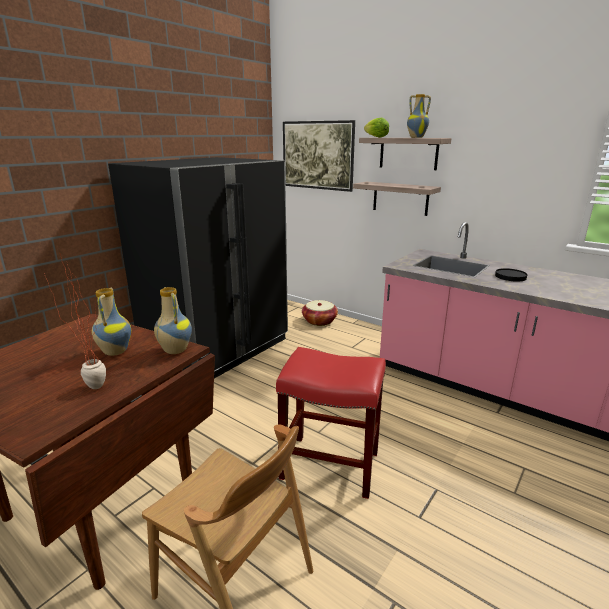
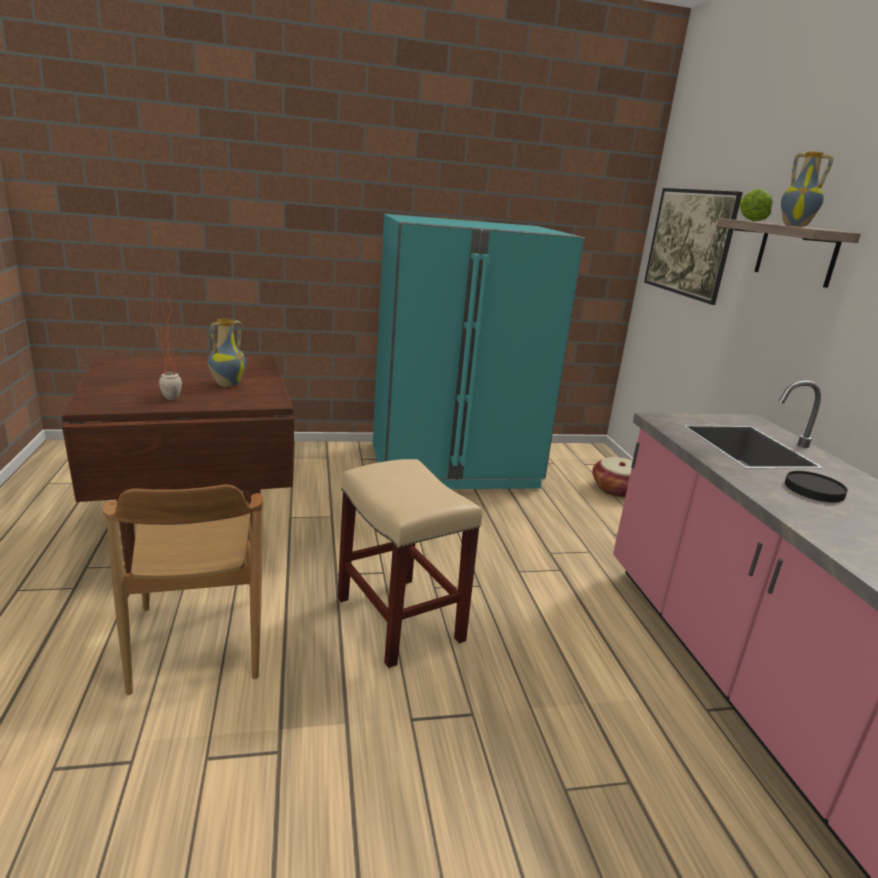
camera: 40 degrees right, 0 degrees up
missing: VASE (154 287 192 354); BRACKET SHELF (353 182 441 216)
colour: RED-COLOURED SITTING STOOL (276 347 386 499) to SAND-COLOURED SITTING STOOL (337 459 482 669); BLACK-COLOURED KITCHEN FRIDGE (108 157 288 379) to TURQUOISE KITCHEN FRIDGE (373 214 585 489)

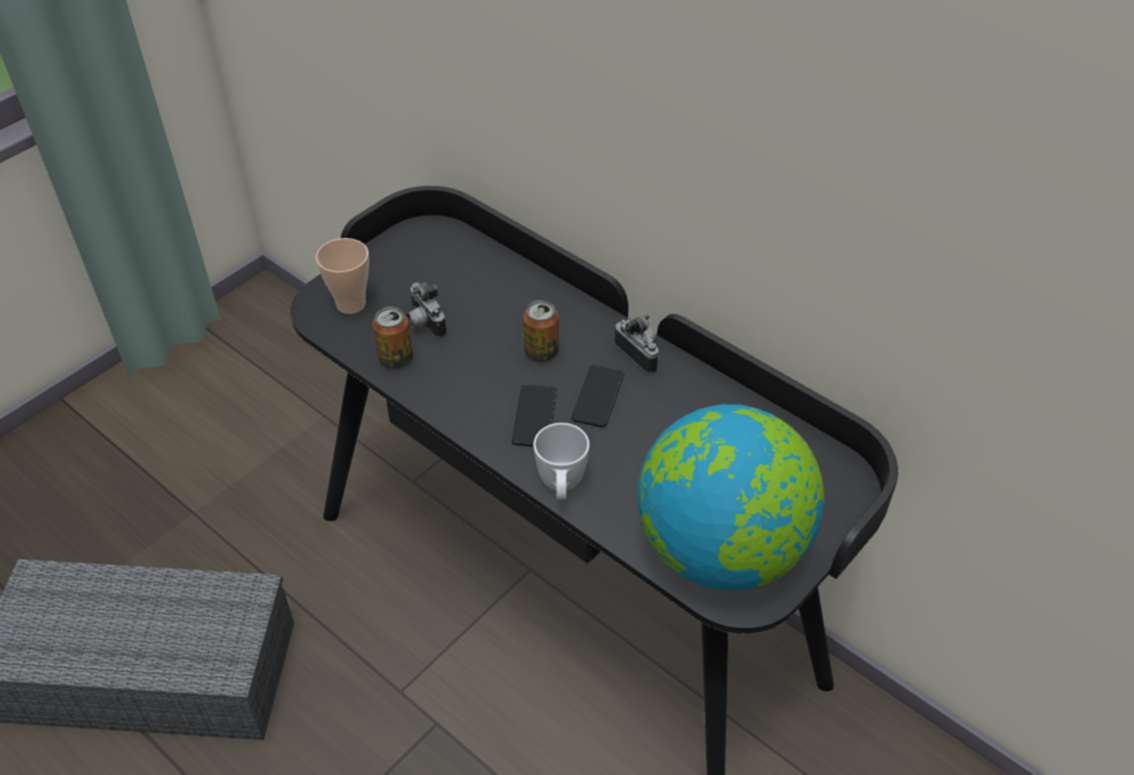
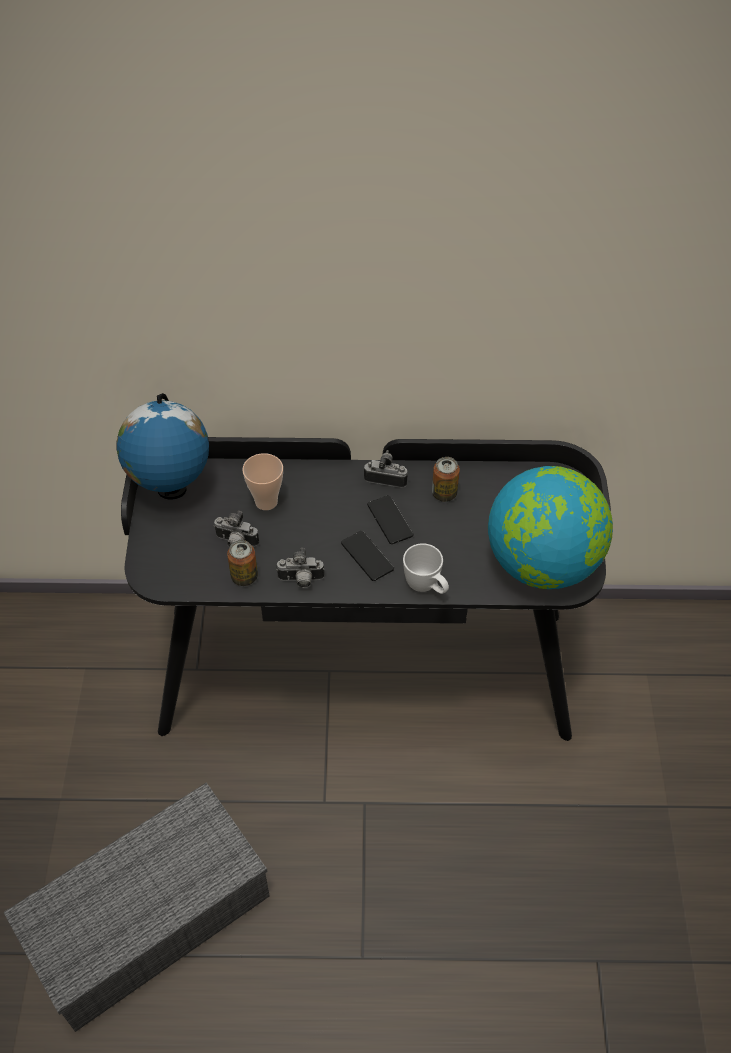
camera: 40 degrees left, 5 degrees up
appeared: GLOBE (117 393 209 499); PHOTO CAMERA (276 548 325 588)
relocated: SMALL CUP (316 238 369 314) to (242 453 283 510); SEALED CAN (523 300 559 362) to (432 457 460 502)

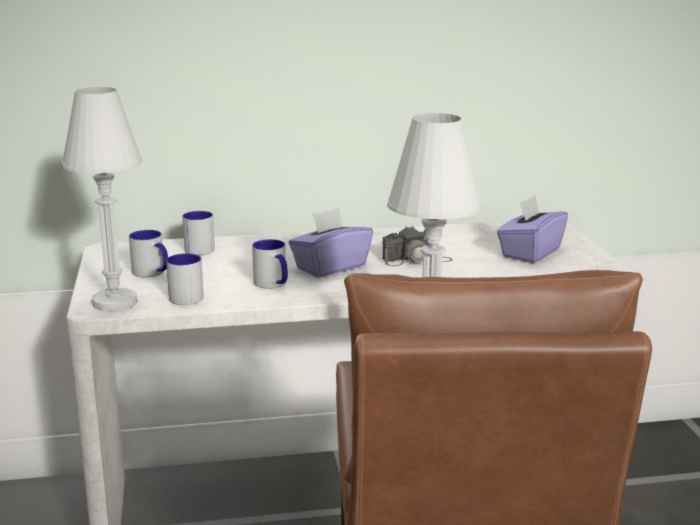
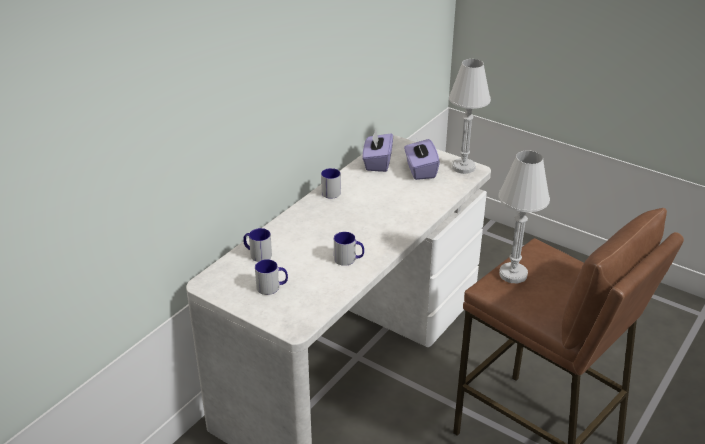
camera: 45 degrees left, 15 degrees up
missing: PHOTO CAMERA (382 226 453 266)
relocated: MUG (166 253 204 305) to (321 168 341 199); PURPLE-COLOURED TISSUE BOX (288 208 373 278) to (363 129 393 172); WHITISH TABLETOP LAMP (62 87 142 312) to (449 59 491 174)

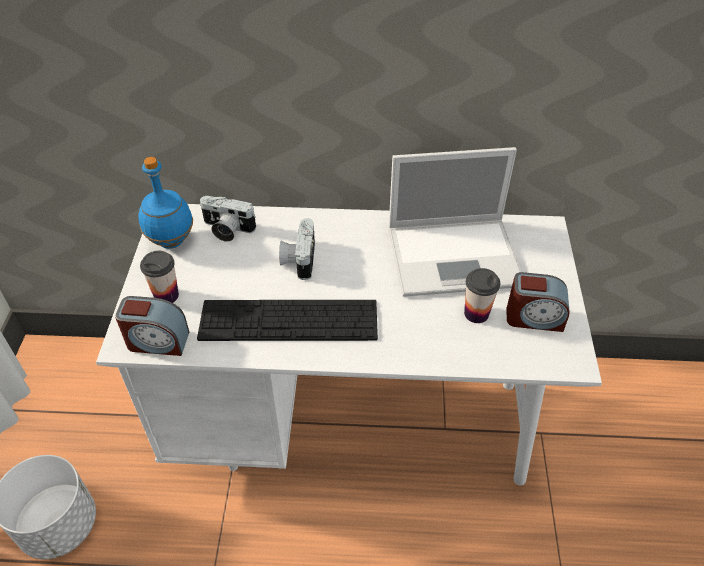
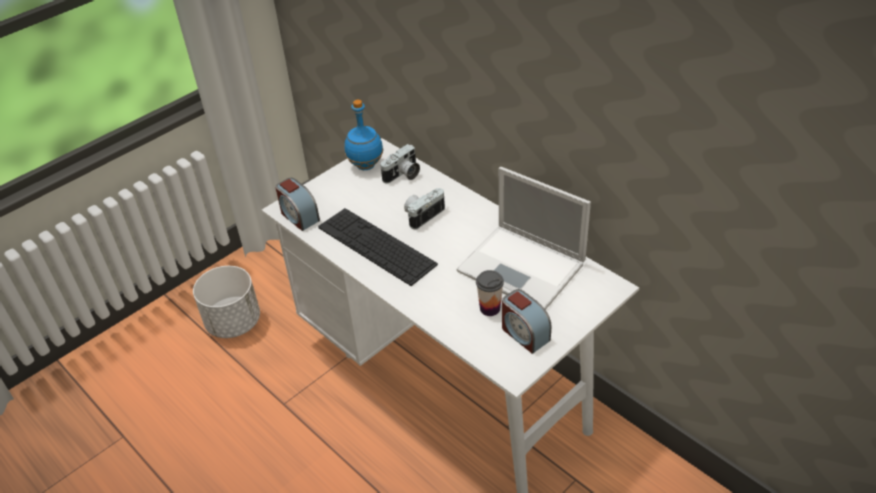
camera: 45 degrees right, 5 degrees down
missing: SMALL CUP (140 251 179 303)
spun: PHOTO CAMERA (200 196 256 242) = (380 144 420 184) 105 degrees counterclockwise

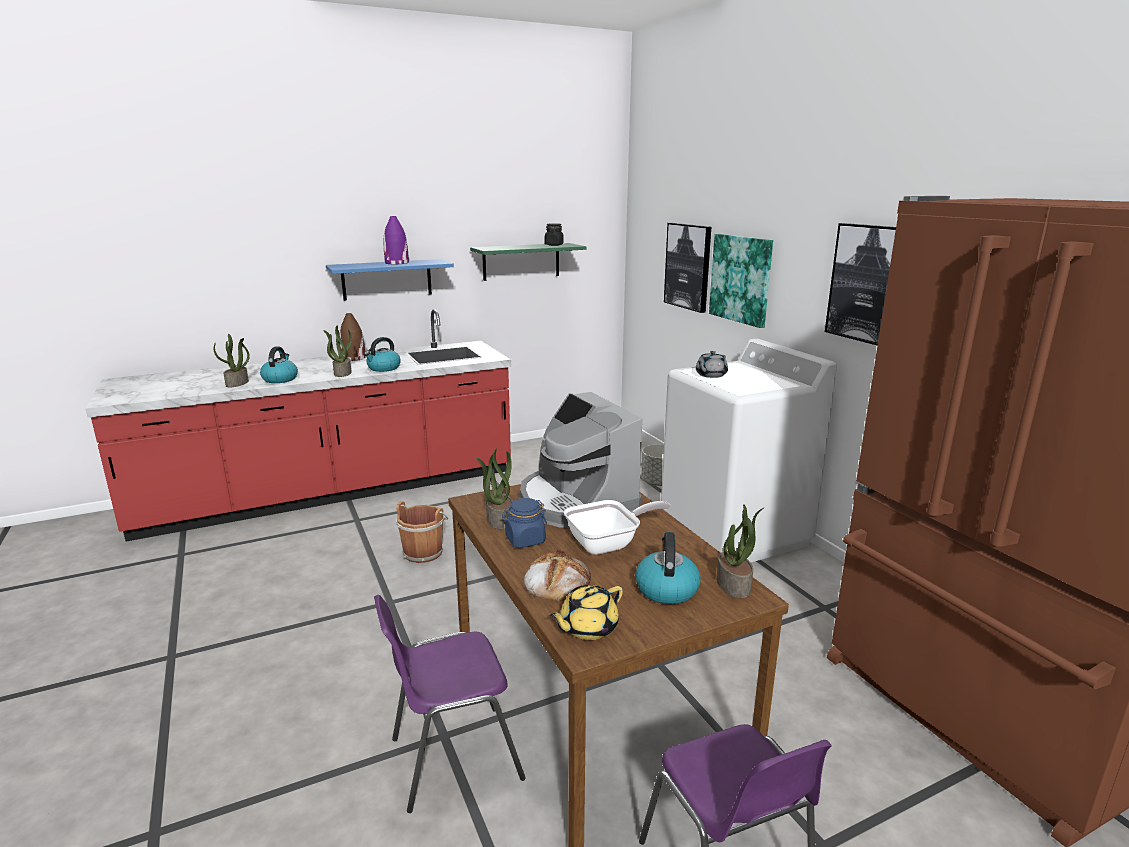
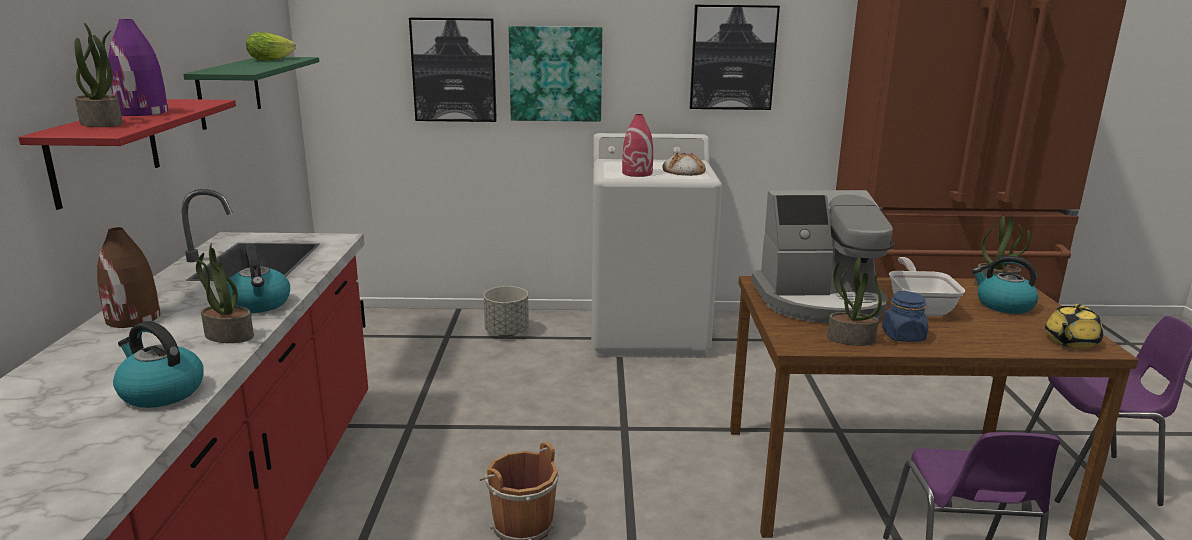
camera: 65 degrees left, 0 degrees up
relocated: POTTED PLANT (214 334 250 387) to (74 23 123 127); BAKERY BREAD (524 549 591 601) to (663 151 706 176)
exchanged: BLACK-COLOURED PRESERVE JAR (544 223 564 246) to LETTUCE HEAD (246 32 296 61); GREY POT FOR TEA (696 351 728 378) to RED-COLOURED VASE (622 114 653 177)
colour: BLUE BRACKET SHELF (326 259 454 301) to RED-COLOURED BRACKET SHELF (18 99 236 210)
spun: YELLOW POT FOR TEA (550 585 623 640) = (1045 304 1103 348) 60 degrees clockwise

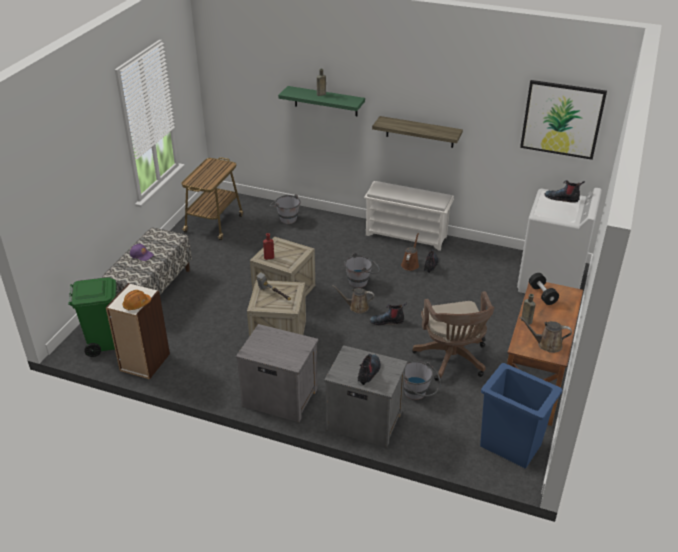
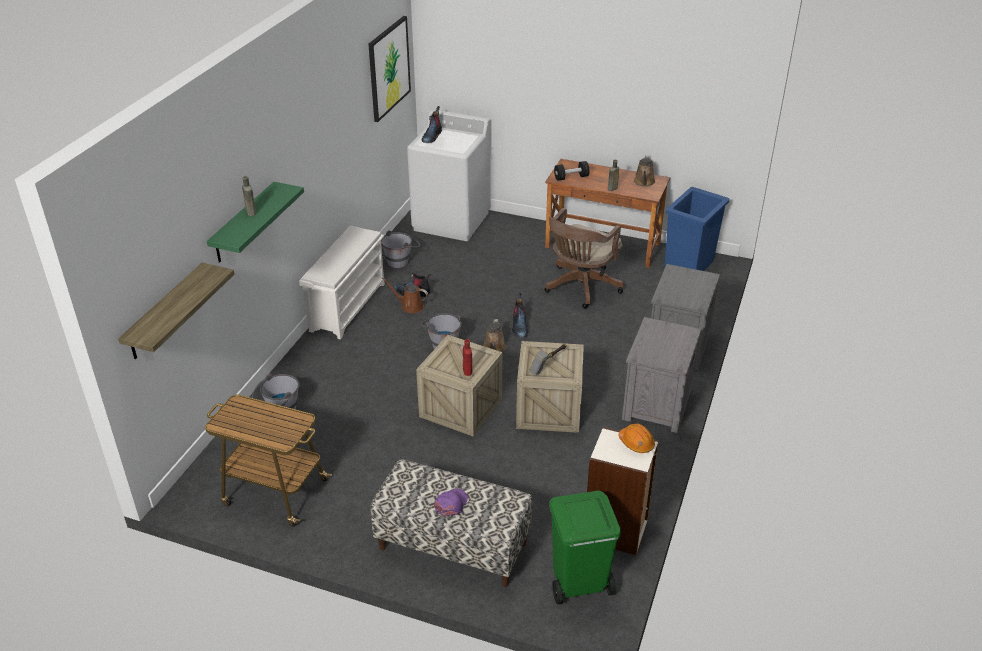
camera: 90 degrees left, 0 degrees up
missing: BOOT (358 354 381 385)
relocated: BRACKET SHELF (372 116 463 148) to (118 263 234 359); GREY PAIL (404 361 441 400) to (381 231 420 268)
spun: BROWNISH DESK CHAIR (412 291 495 381) = (544 208 624 309) 135 degrees clockwise

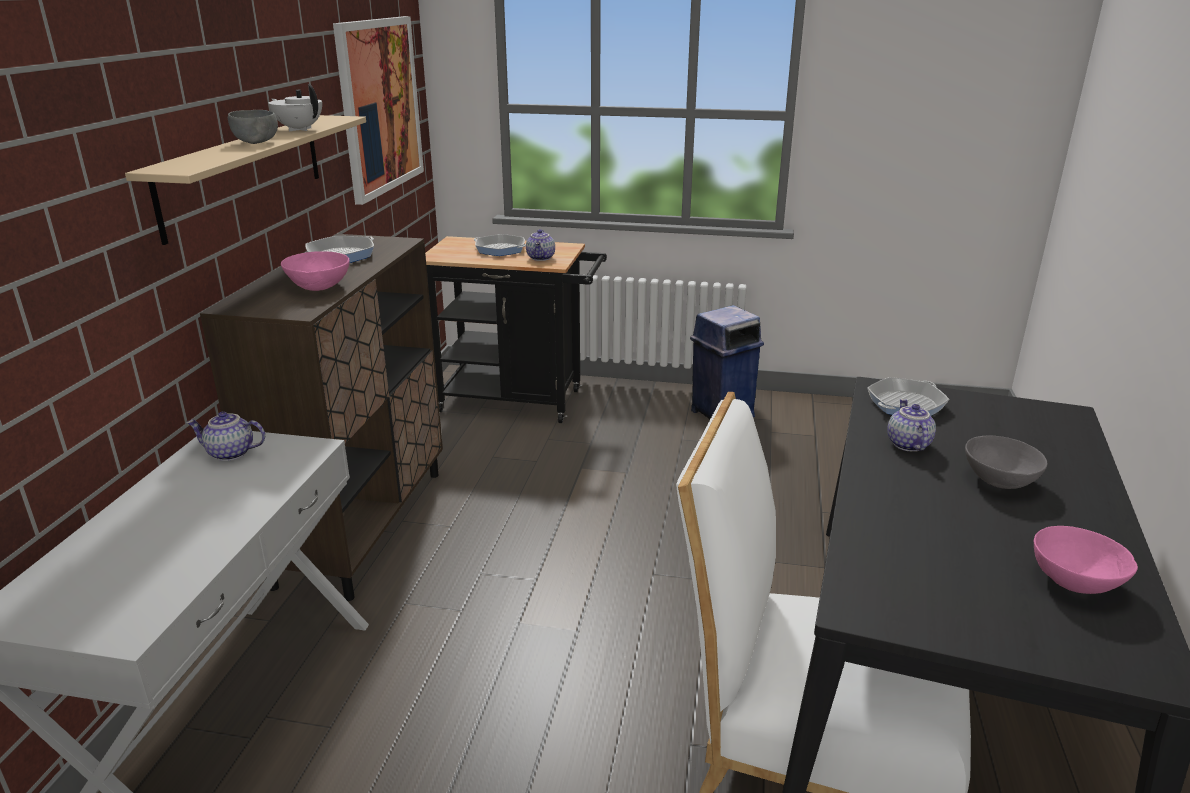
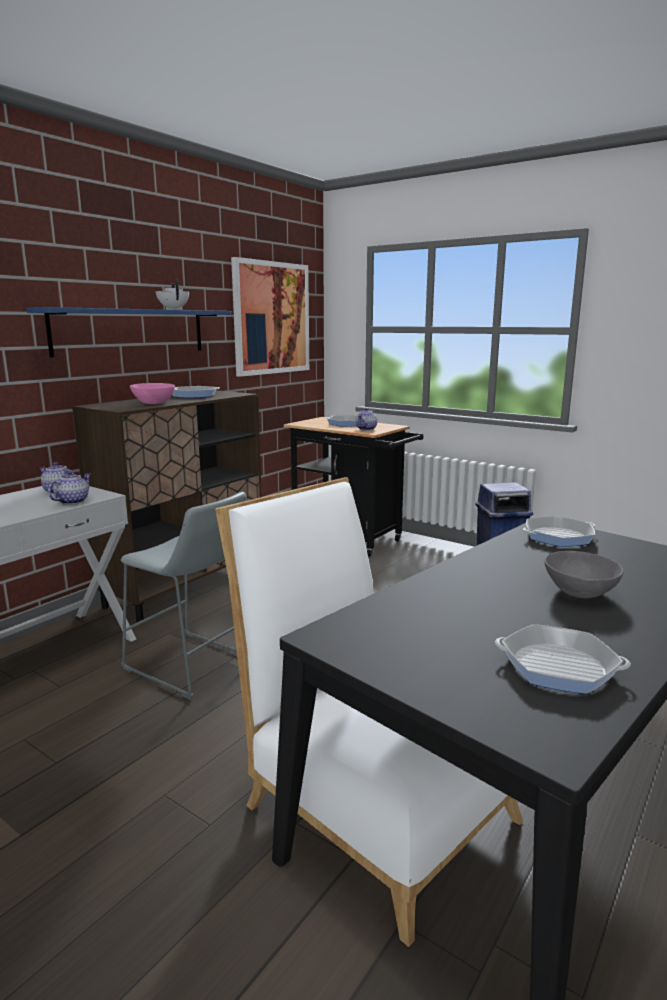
camera: 25 degrees right, 10 degrees down
missing: GREY SERVING BOWL (228 110 278 144)
appeared: GREY SITTING STOOL (121 492 247 700)
relocated: POT FOR TEA (887 399 936 452) to (48 471 91 505)
exchanged: PINK-COLOURED SERVING BOWL (1034 526 1138 594) to SKILLET (495 624 631 694)
colour: SAND-COLOURED BRACKET SHELF (125 115 366 245) to BLUE BRACKET SHELF (26 307 232 357)

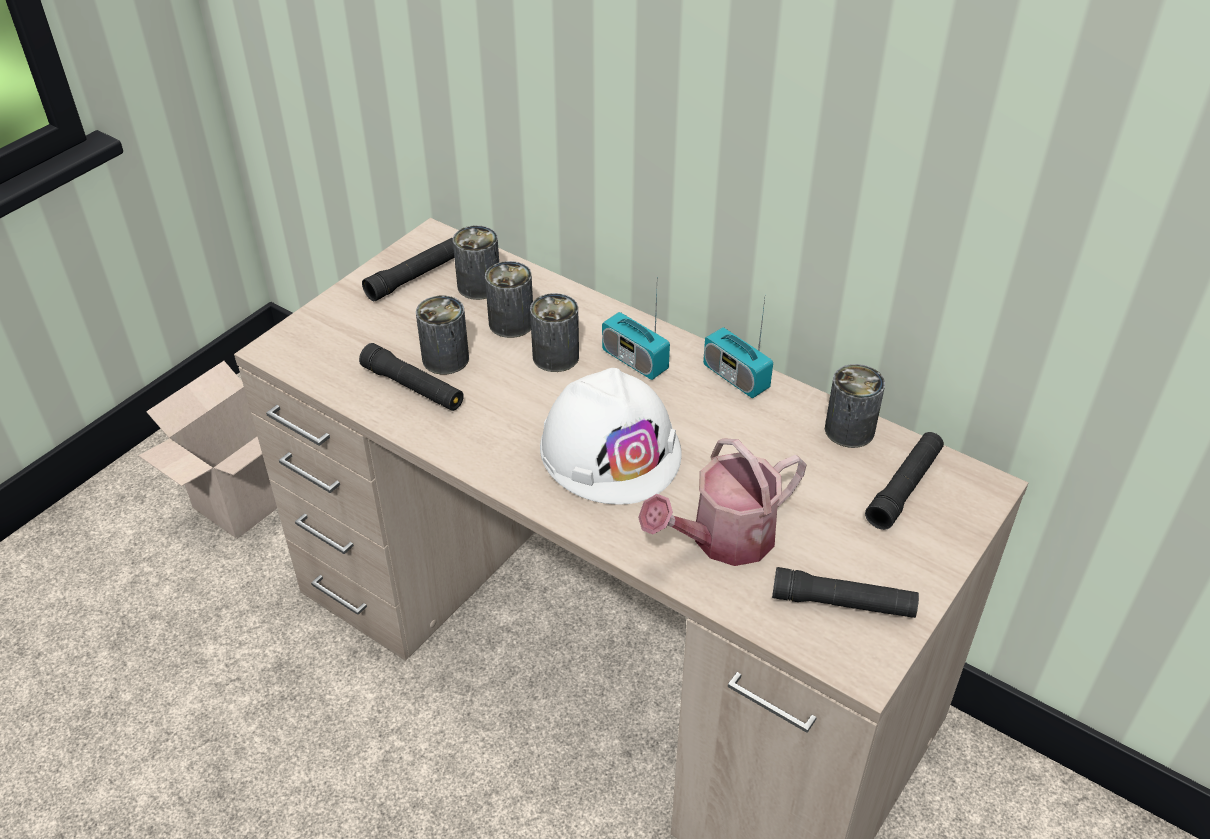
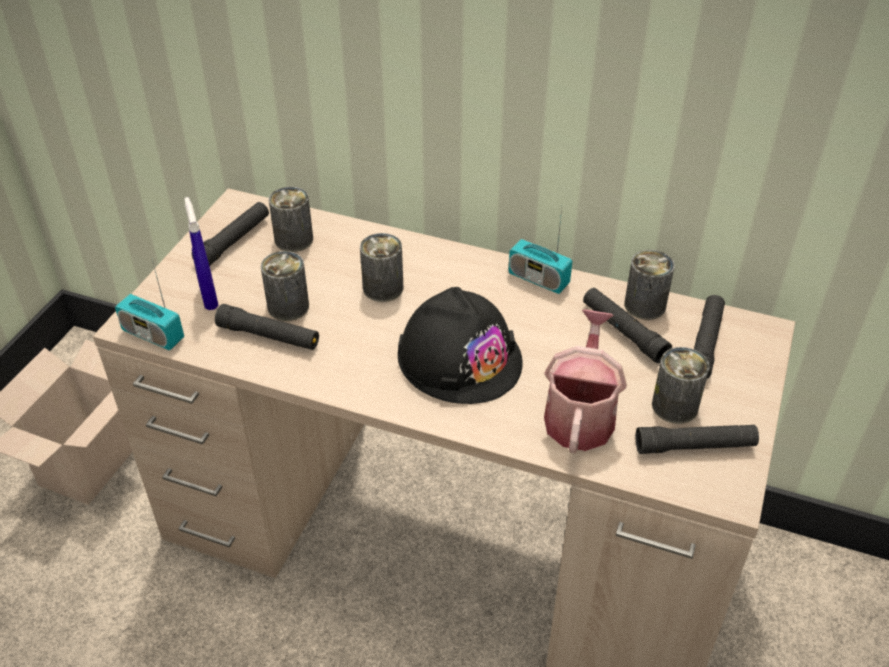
camera: 15 degrees left, 0 degrees up
appeared: BLUE HAND SPRAYER (185 197 219 310); BLACK-COLOURED TORCH (583 288 672 363)
relocated: RADIO SET (602 290 670 380) to (115 260 184 350); SEALED CAN (485 261 533 338) to (652 347 709 424)
colour: WHITISH HARD HAT (540 368 682 505) to BLACK-COLOURED HARD HAT (398 287 523 404)
spun: WATERING POT (638 438 807 566) = (544 309 627 453) 150 degrees clockwise

